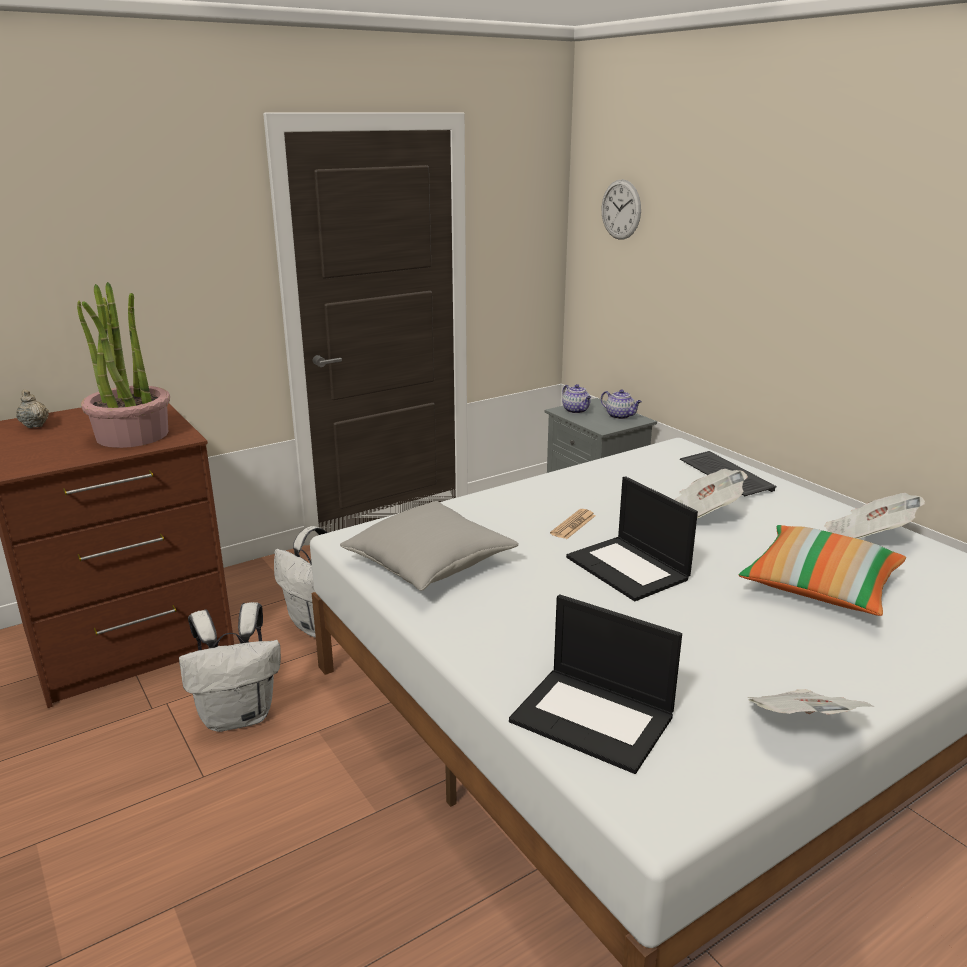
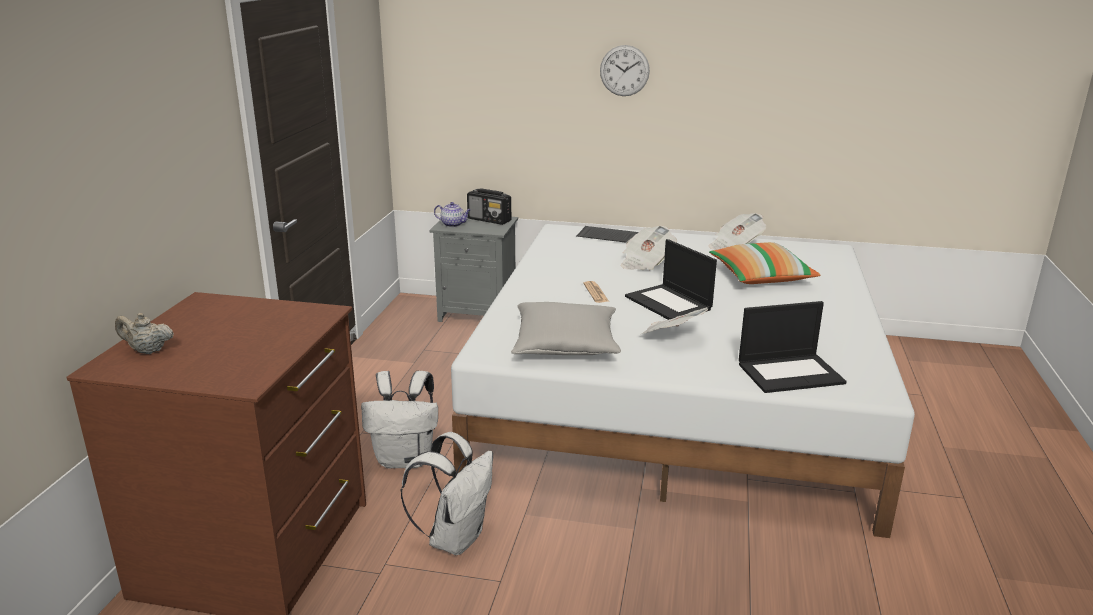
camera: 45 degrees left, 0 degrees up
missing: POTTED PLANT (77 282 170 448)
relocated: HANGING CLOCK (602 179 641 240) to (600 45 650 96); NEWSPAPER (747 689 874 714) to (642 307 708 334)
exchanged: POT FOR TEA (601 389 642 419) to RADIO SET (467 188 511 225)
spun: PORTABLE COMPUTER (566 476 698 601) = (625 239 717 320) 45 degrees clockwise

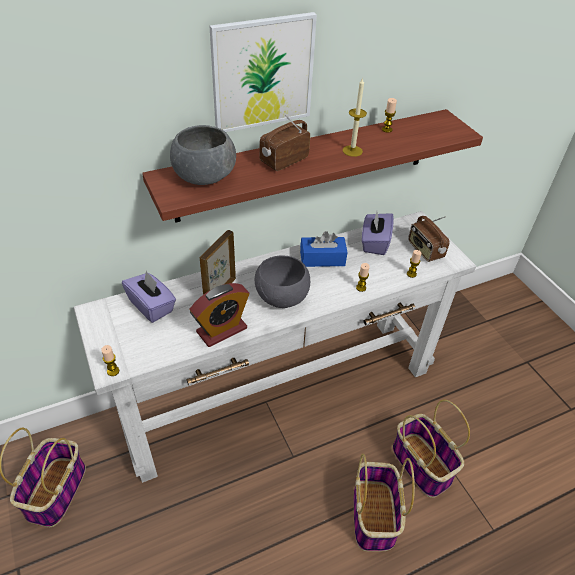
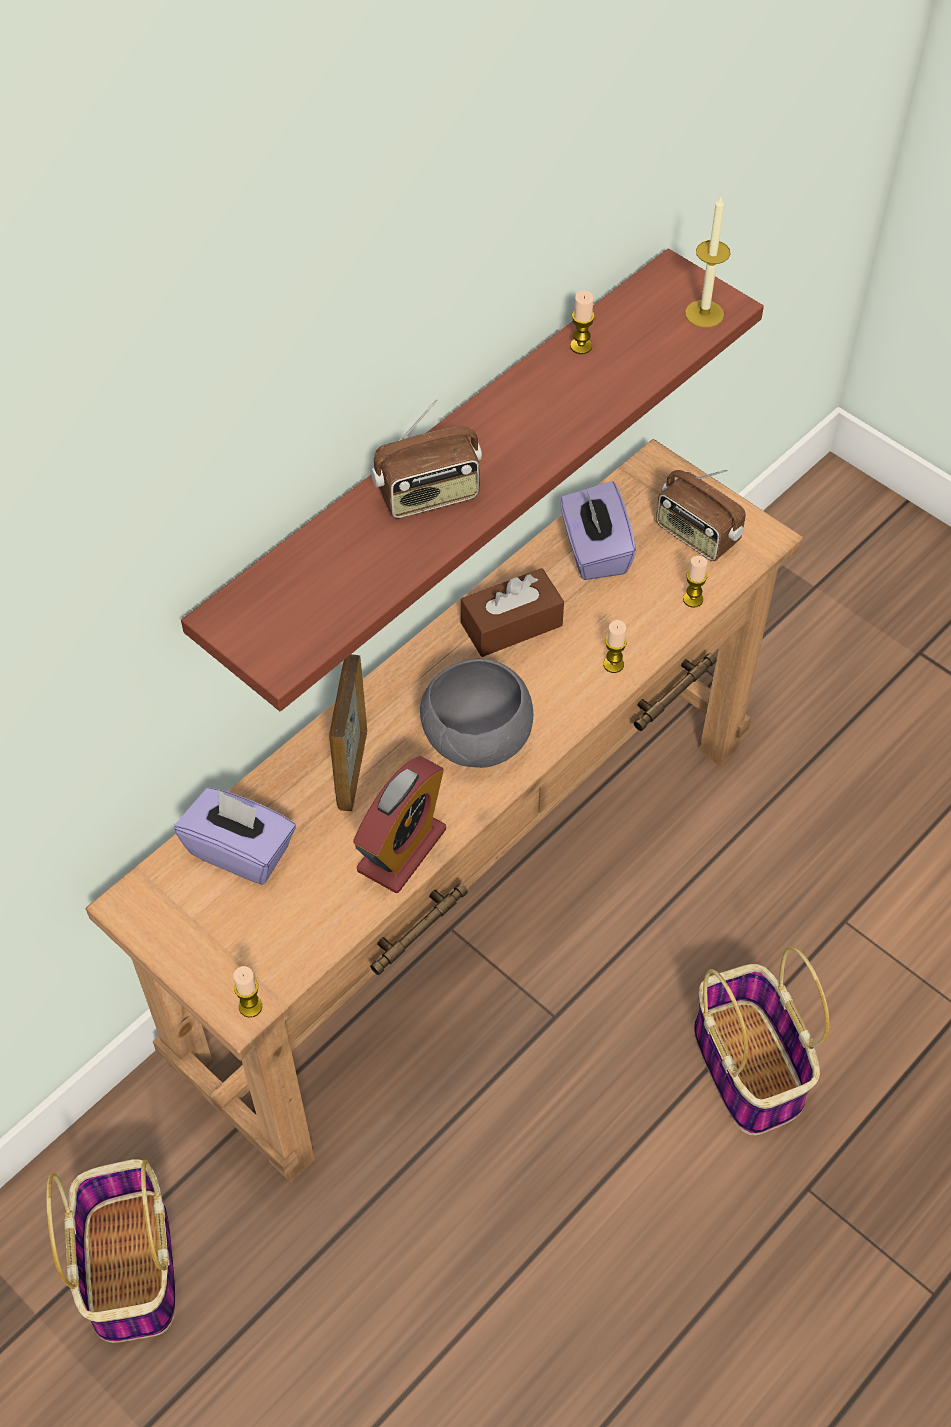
camera: 20 degrees left, 10 degrees up
missing: GREY SERVING BOWL (170 125 236 185); WALL ART (210 12 317 132); HOUSEHOLD BASKET (392 399 470 498)
relocated: CANDLE (343 77 367 157) to (685 197 731 328)
colour: WHITISH CONSOLE TABLE (73 211 476 483) to BROWNISH CONSOLE TABLE (86 439 803 1182); BLUE TISSUE BOX (300 231 347 267) to BROWNISH TISSUE BOX (461 568 564 657)
spun: RADIO SET (259 115 310 171) = (371 398 482 519) 135 degrees counterclockwise

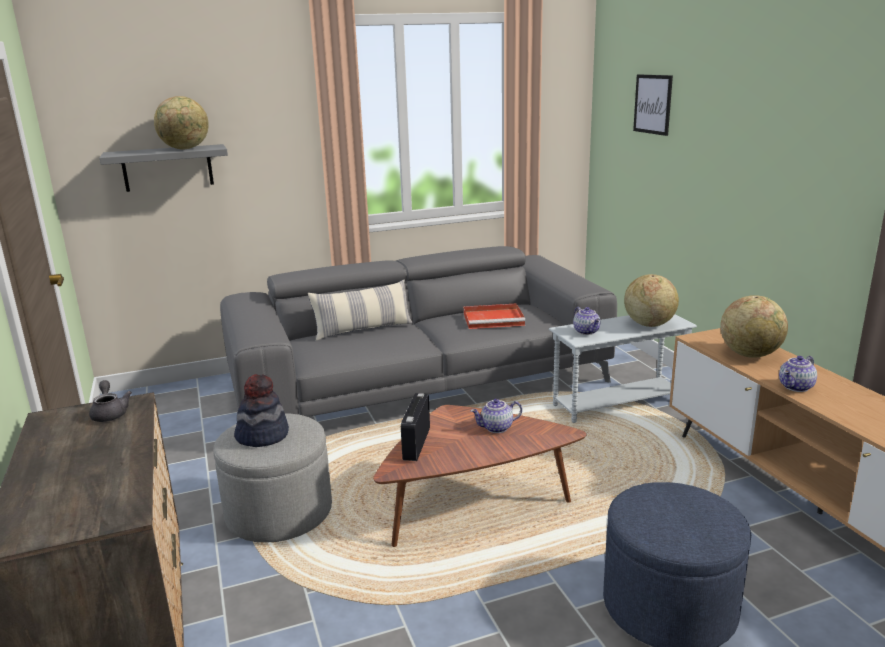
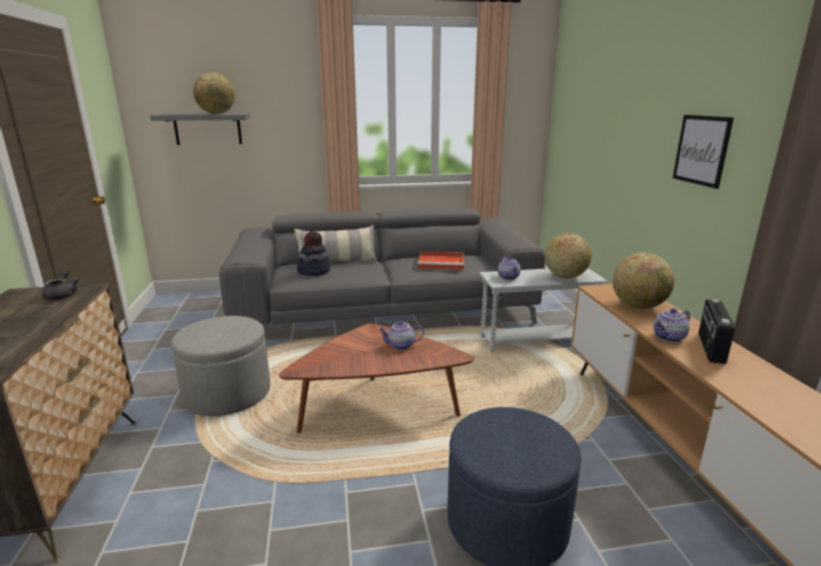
camera: 10 degrees right, 0 degrees up
relocated: HAT (234 374 289 447) to (297 231 330 276); WALL ART (633 74 673 136) to (673 115 734 189); RADIO SET (401 393 430 461) to (699 299 735 364)

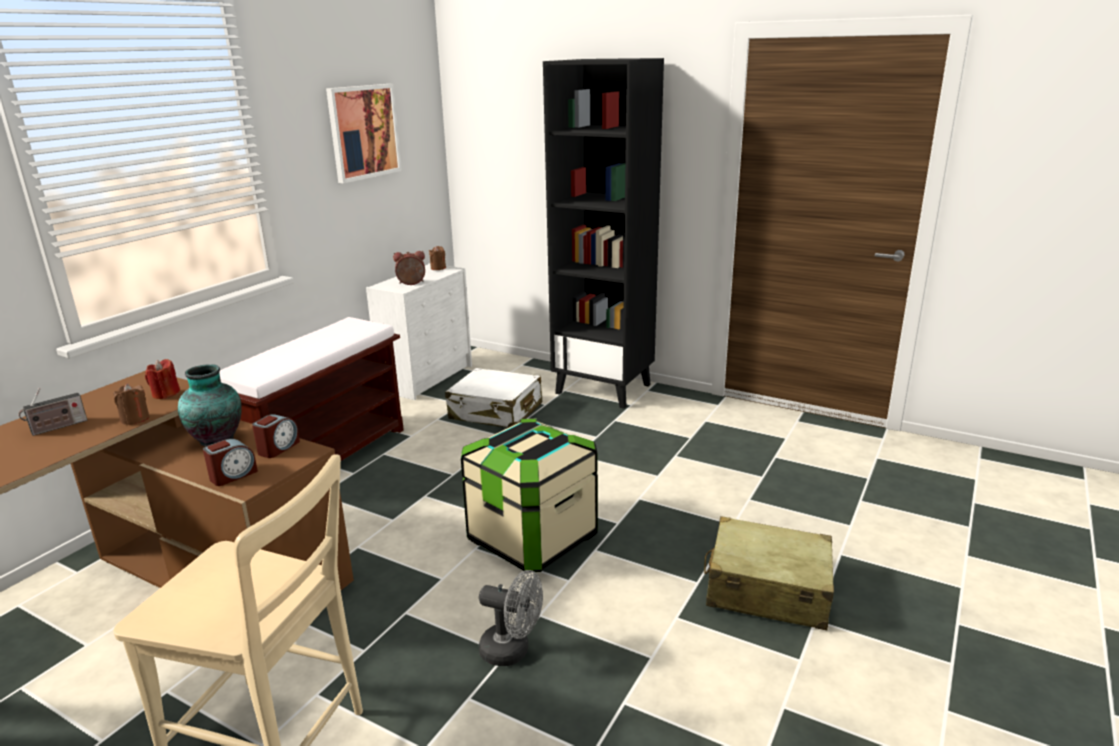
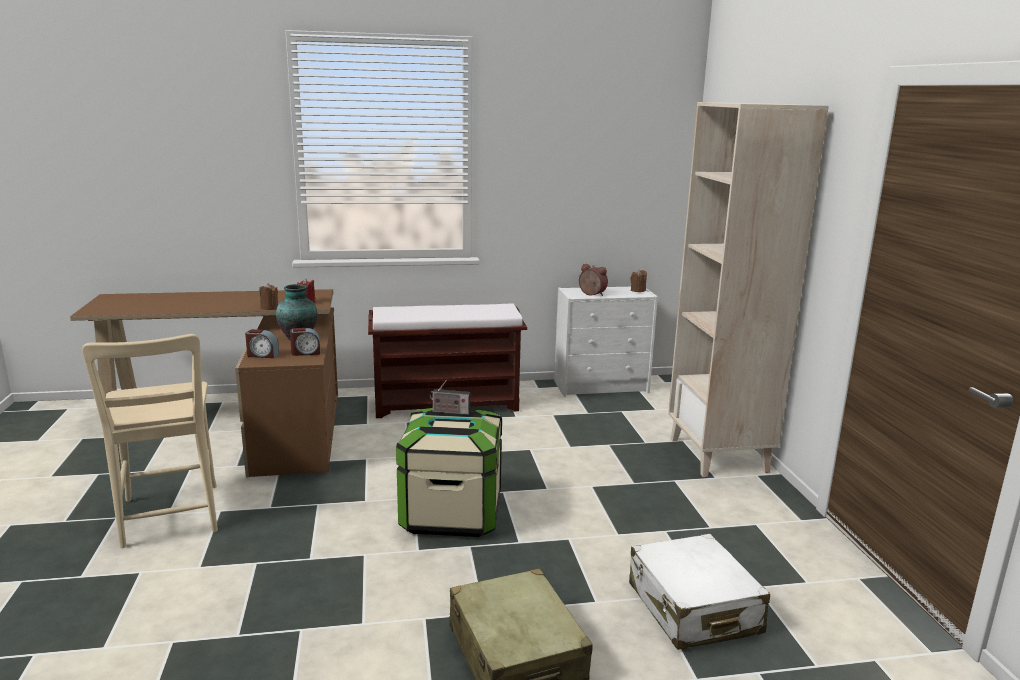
camera: 50 degrees right, 5 degrees down
missing: WALL ART (326 84 402 183); GREY ELECTRIC FAN (479 570 543 666)
relocated: RADIO SET (19 388 87 436) to (429 380 470 415); WHITISH PIECE OF LUGGAGE (445 368 542 428) to (629 534 770 650)
colour: BLACK-COLOURED BOOKSHELF (543 58 664 409) to SAND-COLOURED BOOKSHELF (668 102 829 477)

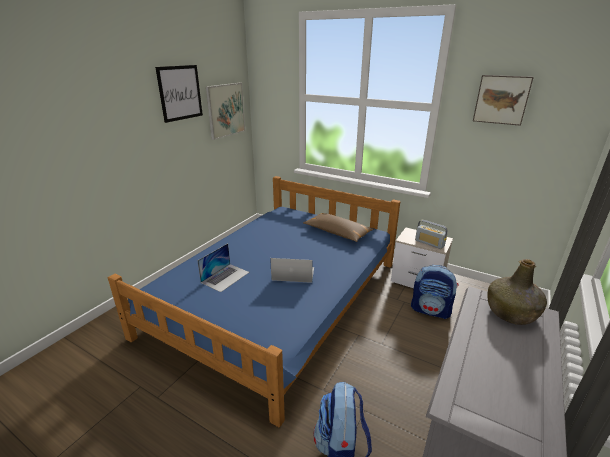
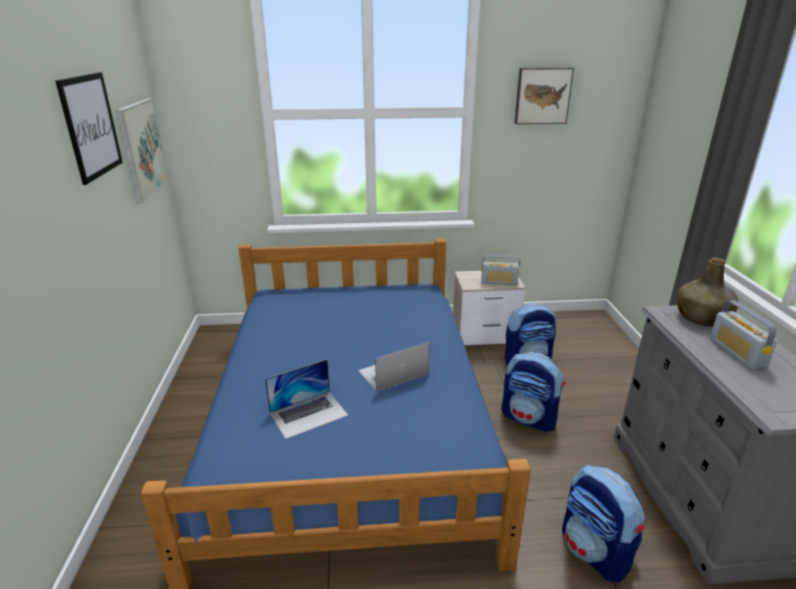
camera: 35 degrees left, 0 degrees up
missing: BROWNISH PILLOW (303 213 374 242)
appeared: KNAPSACK (501 352 565 432); RADIO SET (710 300 777 369)
spun: PORTABLE COMPUTER (197 243 249 292) = (265 359 348 439) 60 degrees clockwise

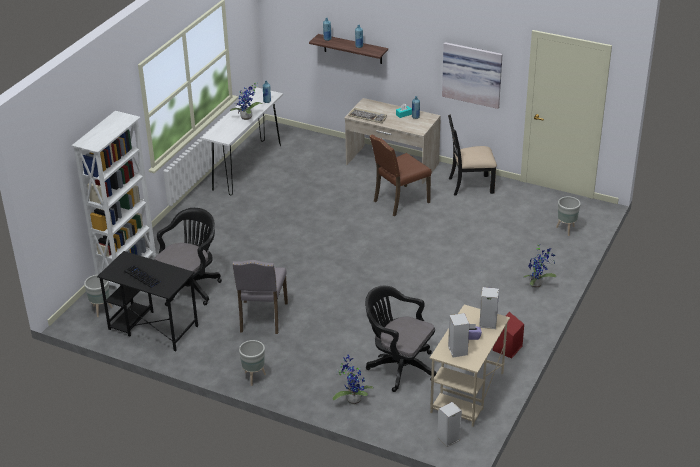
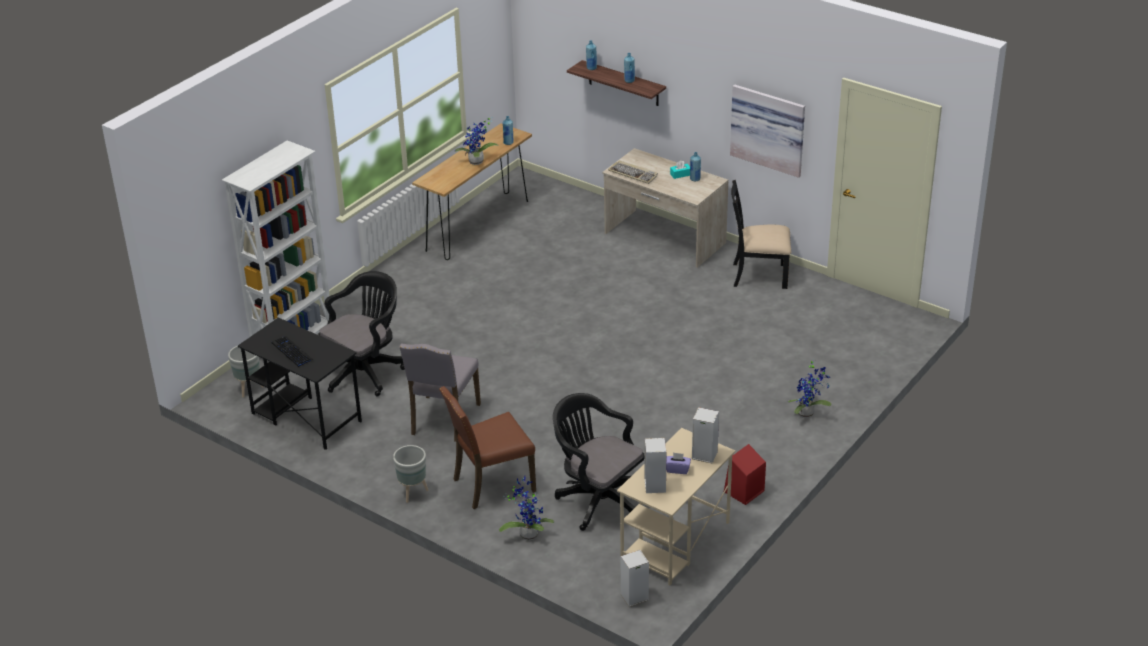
camera: 10 degrees right, 0 degrees up
missing: GREY FLOWER POT (556 196 581 236)
relocated: BROWNISH PLAIN CHAIR (369 135 432 216) to (439 386 536 509)
colour: WHITISH CONSOLE TABLE (201 87 283 196) to BROWNISH CONSOLE TABLE (412 123 532 260)

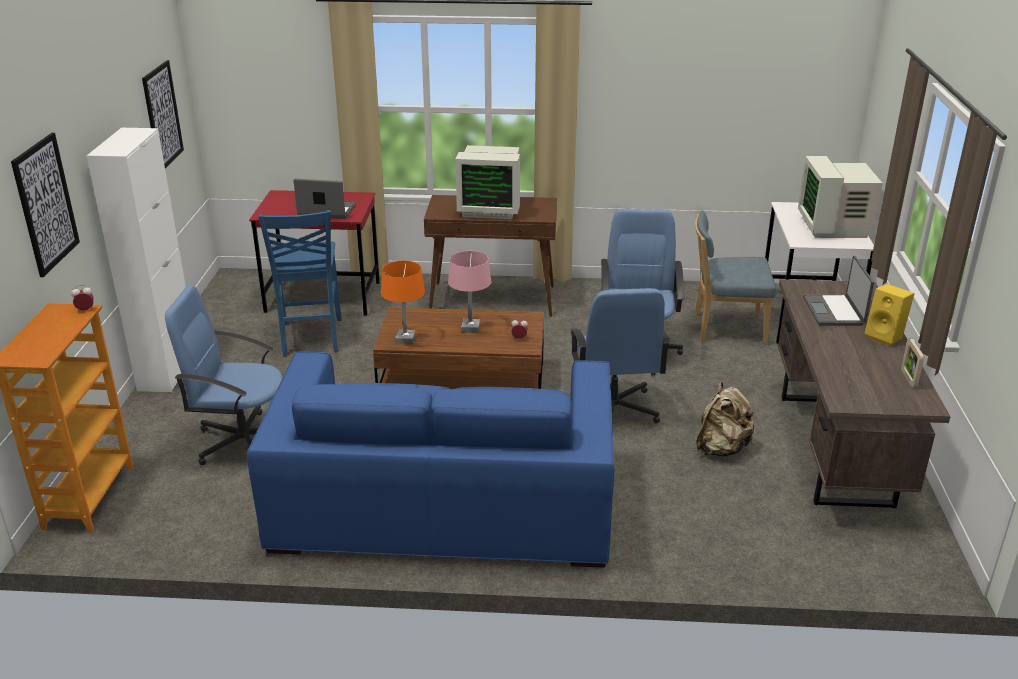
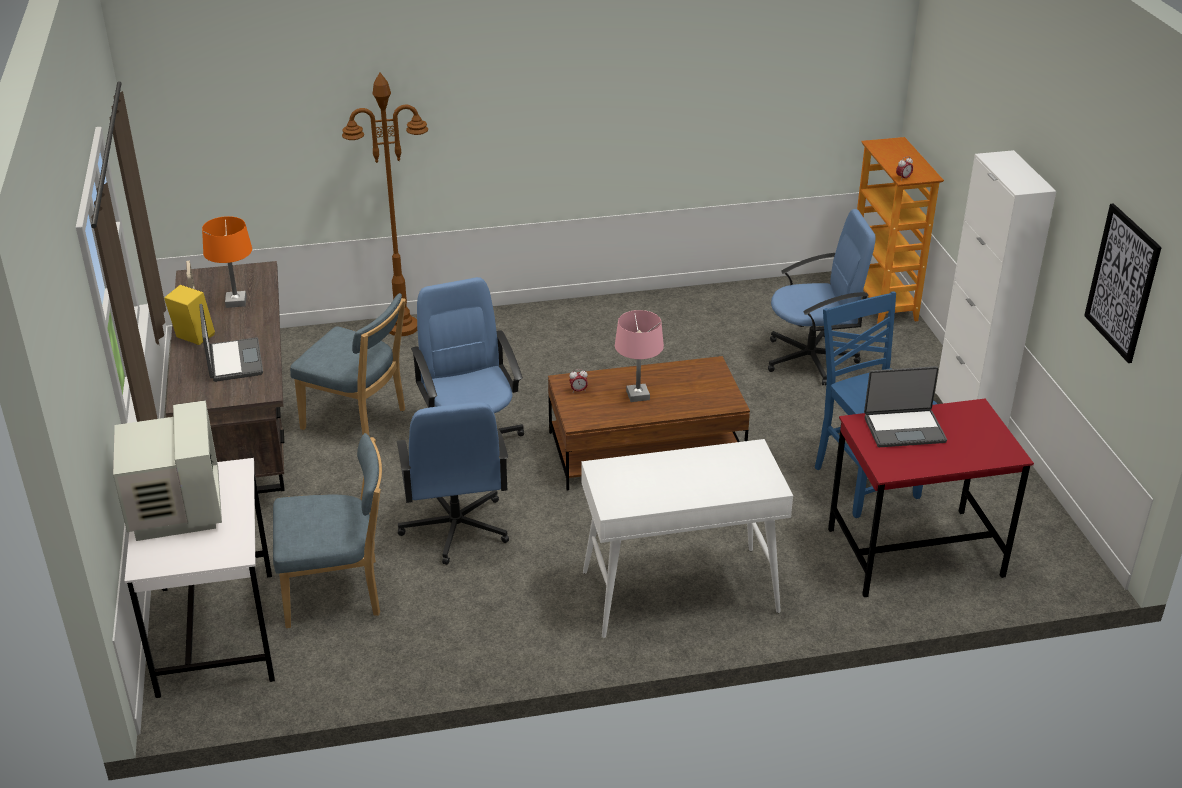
camera: 165 degrees right, 5 degrees up
missing: WALL ART (11 133 80 277); BLUE COUCH (247 352 614 568); COMPUTER DISPLAY (455 145 520 219)
appeared: BROWNISH FLOOR LAMP (342 73 428 336)
relocated: ORANGE TABLETOP LAMP (381 261 425 344) to (202 216 252 308)
exchanged: SAND-COLOURED KNAPSACK (696 382 755 457) to BLUE PLAIN CHAIR (290 293 406 437)
colour: BROWNISH CONSOLE TABLE (424 195 557 317) to WHITISH CONSOLE TABLE (581 439 793 638)

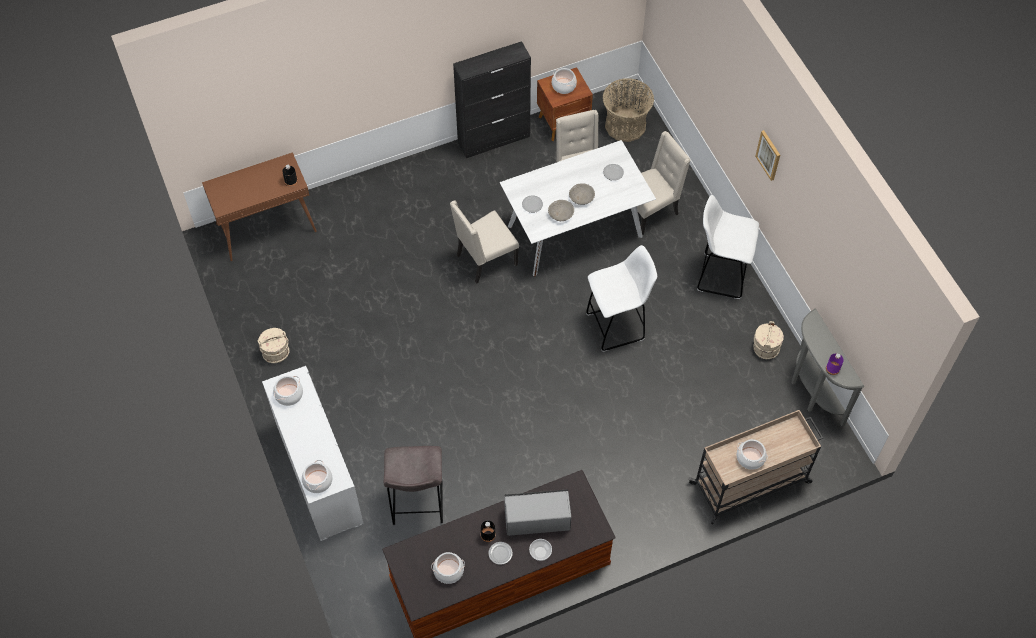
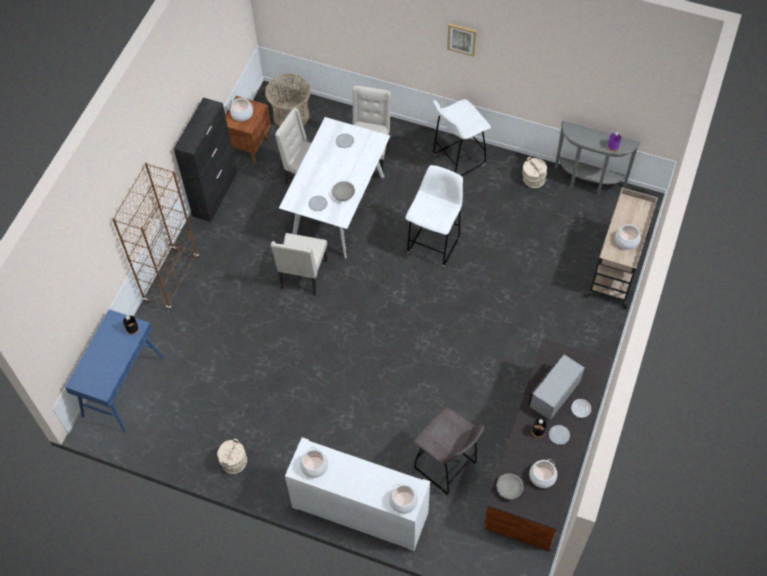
camera: 45 degrees left, 0 degrees up
appeared: BROWNISH BOOKSHELF (112 163 199 310)
relocated: GREY SERVING BOWL (569 183 595 205) to (496 473 524 499)
colour: BROWNISH CONSOLE TABLE (202 152 317 261) to BLUE CONSOLE TABLE (65 309 164 432)

